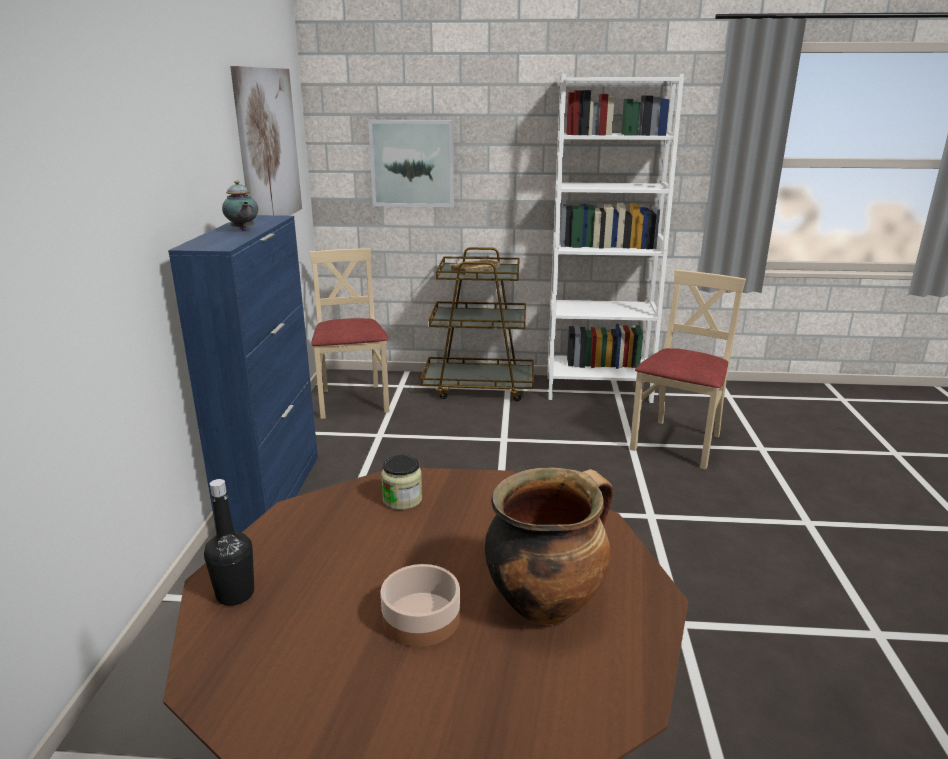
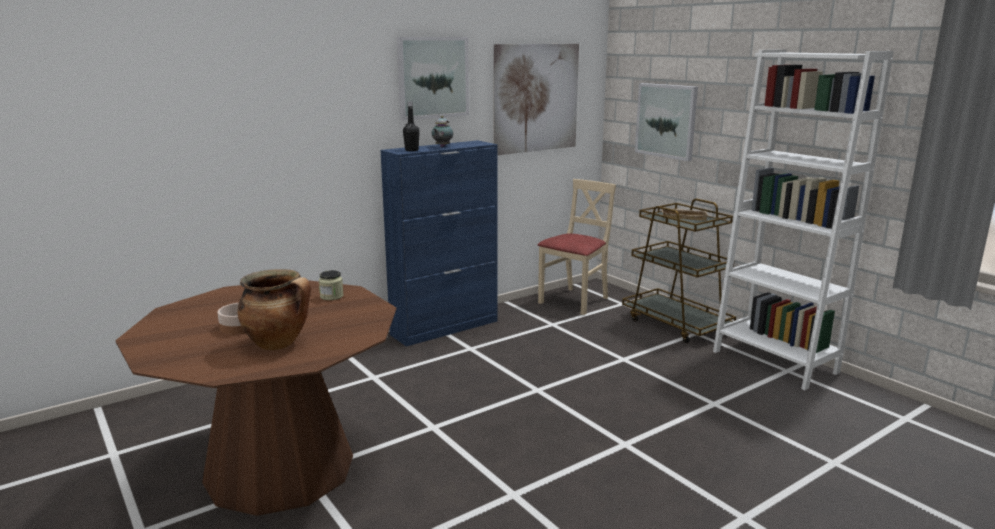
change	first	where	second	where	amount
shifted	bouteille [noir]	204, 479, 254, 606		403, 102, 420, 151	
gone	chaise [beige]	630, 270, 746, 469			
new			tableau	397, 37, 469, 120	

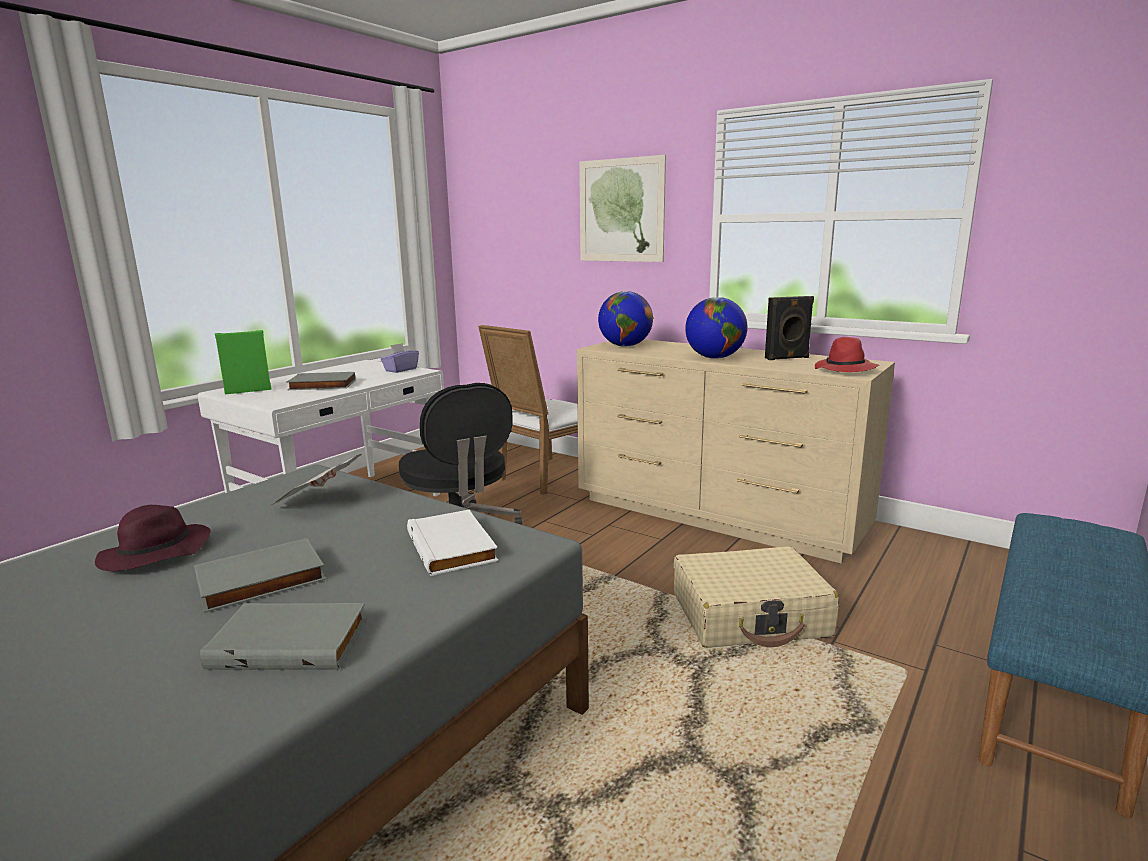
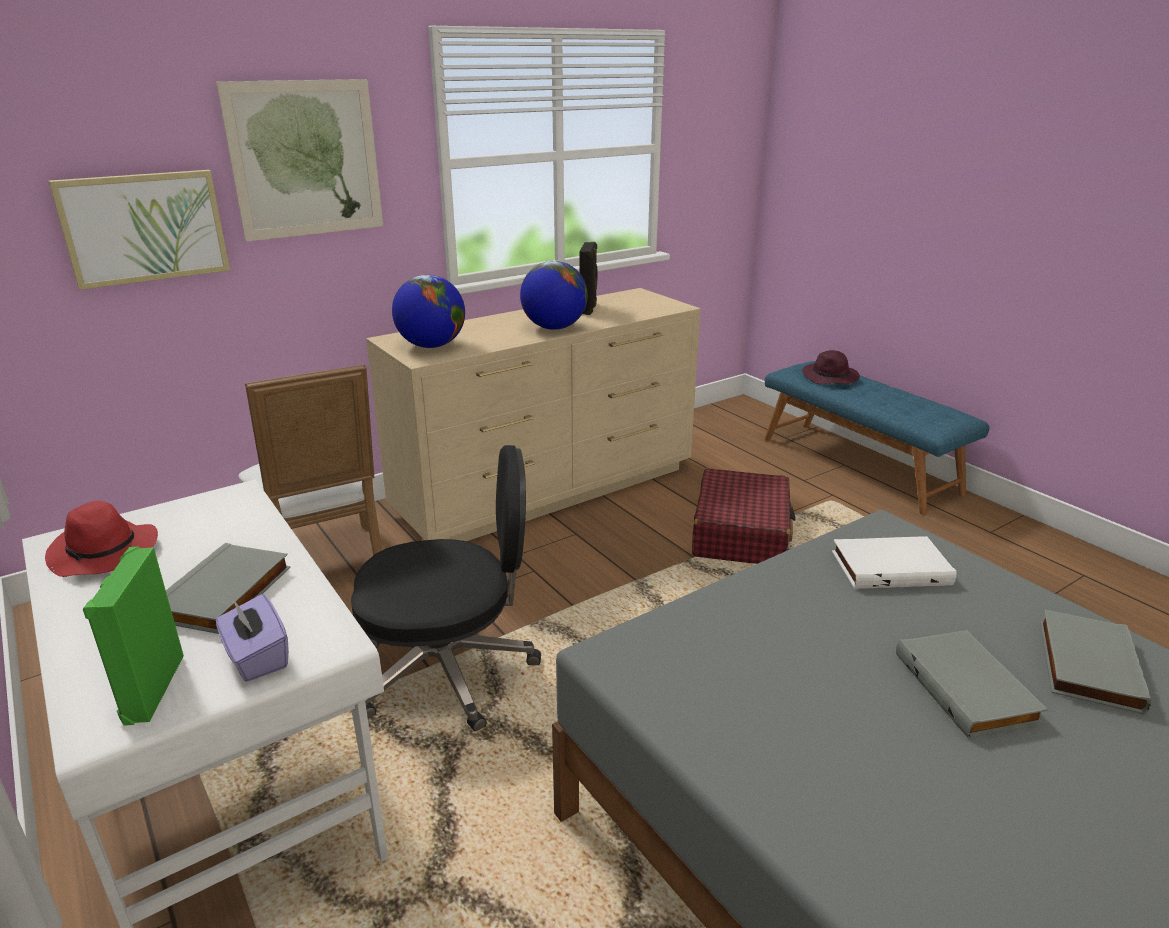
change	first	where	second	where	amount
shifted	chapeau [violet]	95, 505, 211, 571		802, 350, 860, 384	
gone	journal	271, 454, 362, 505			
shifted	boîte à mouchoirs [violet]	381, 343, 419, 373		216, 594, 289, 682	
repainted	valise [beige]	674, 546, 839, 648	valise [rouge]	692, 468, 795, 564	
shifted	chapeau [rouge]	815, 337, 879, 372		45, 501, 158, 577	
new			tableau	48, 170, 230, 290	

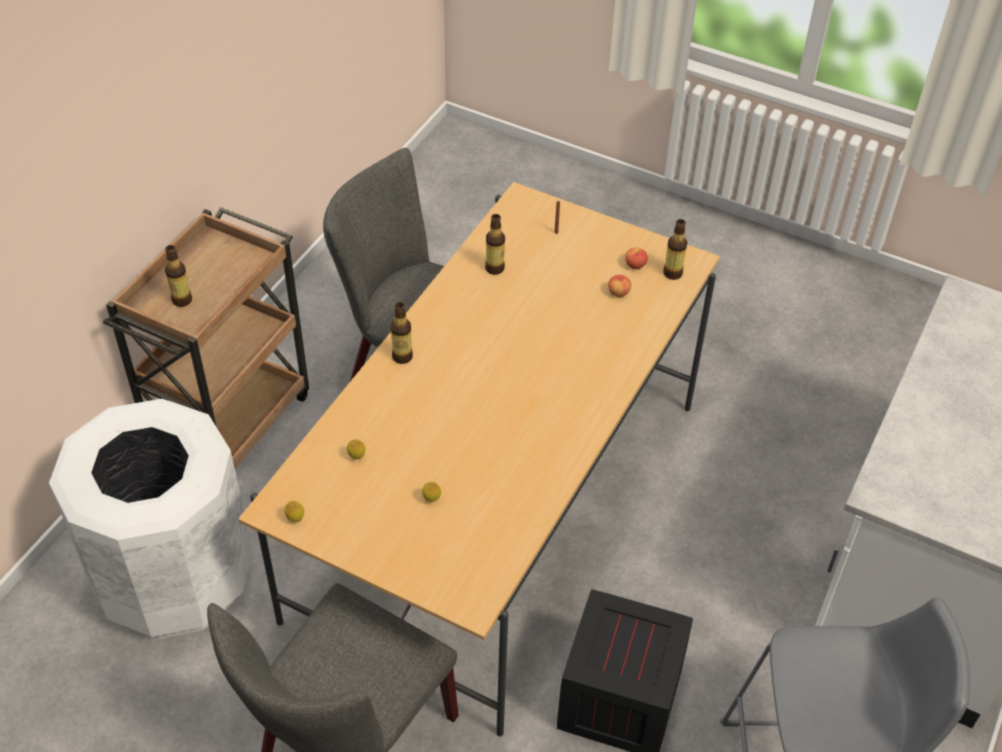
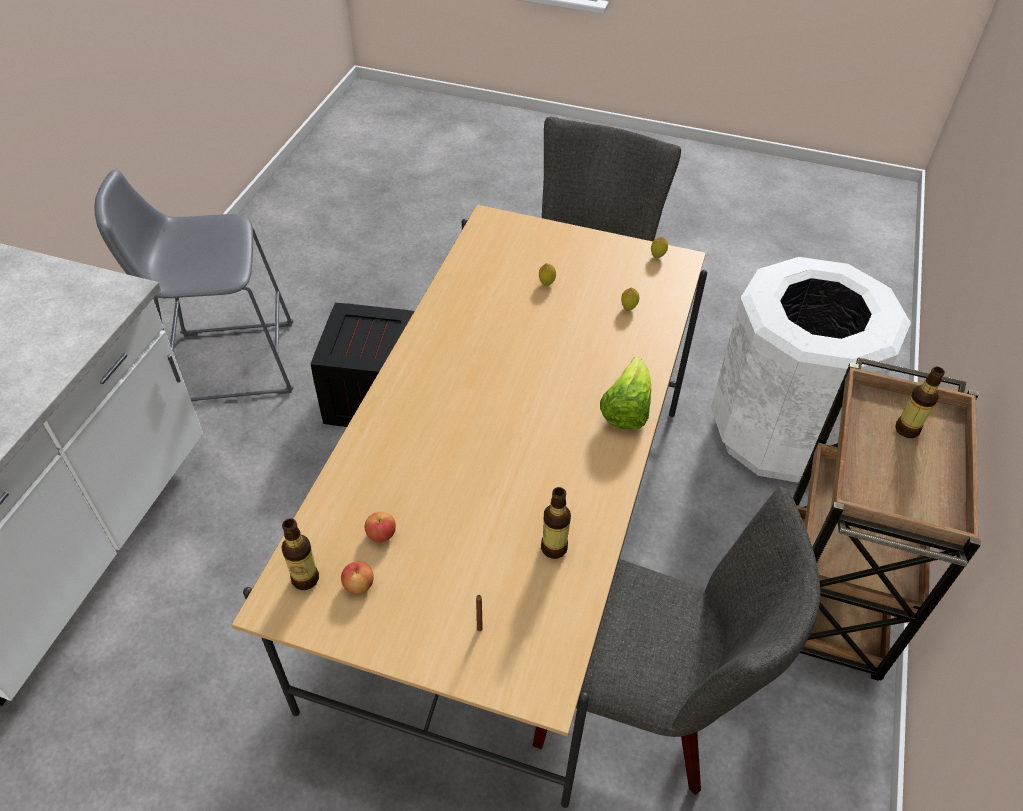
change	first	where	second	where	amount
swapped	bouteille	390, 302, 413, 364	laitue	600, 357, 651, 430	

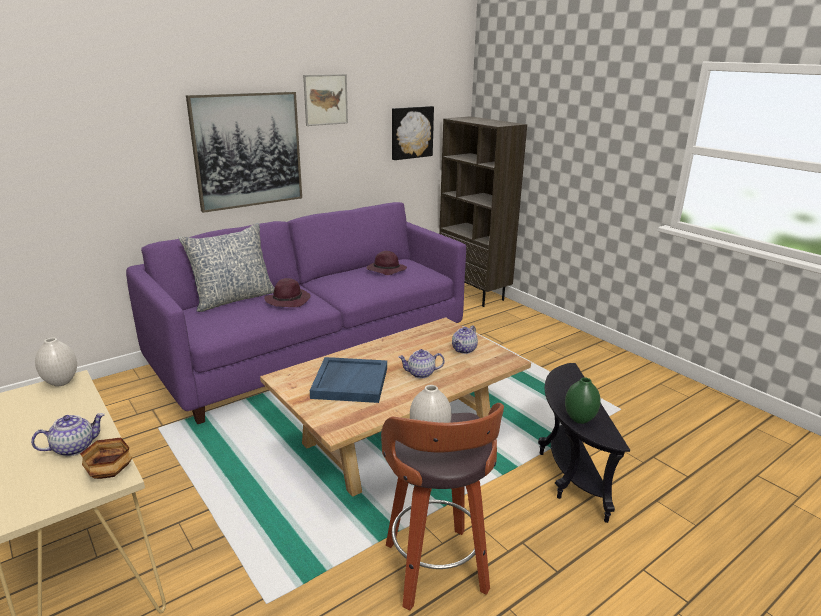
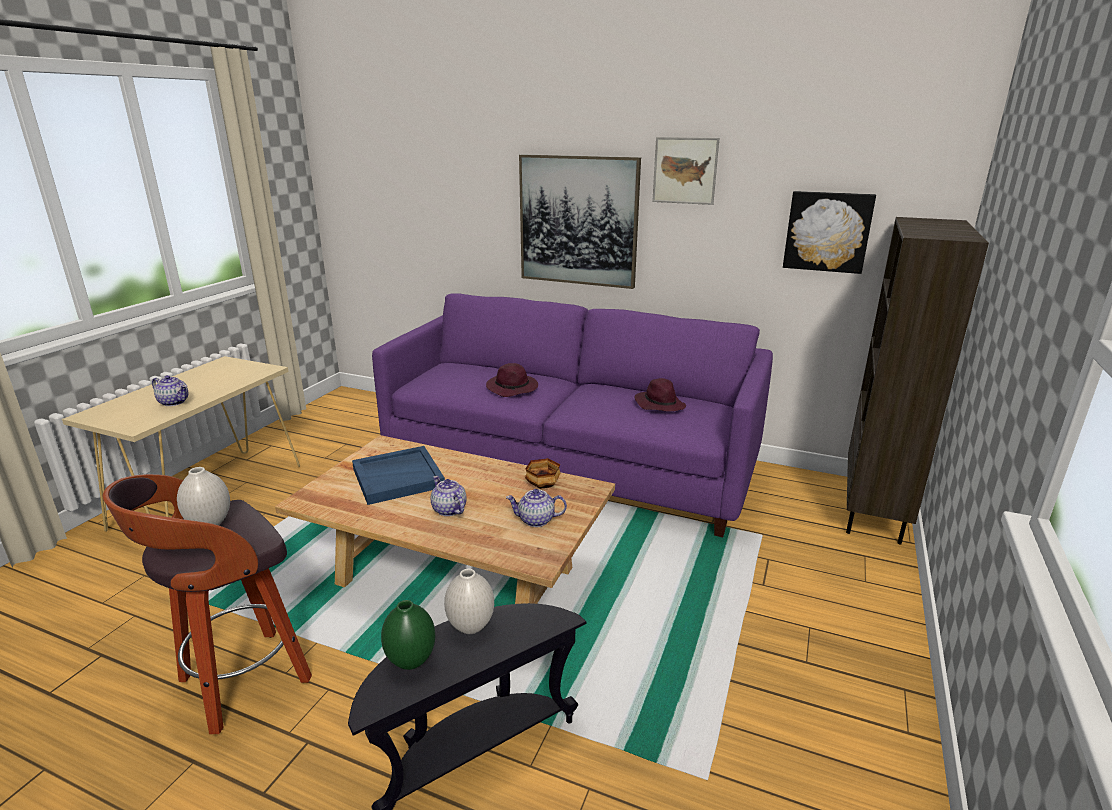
change	first	where	second	where	amount
shifted	vase [blanc]	35, 337, 77, 387		444, 569, 494, 634	
shifted	bol	80, 437, 132, 479		525, 458, 561, 489	
gone	coussin	178, 223, 275, 312			

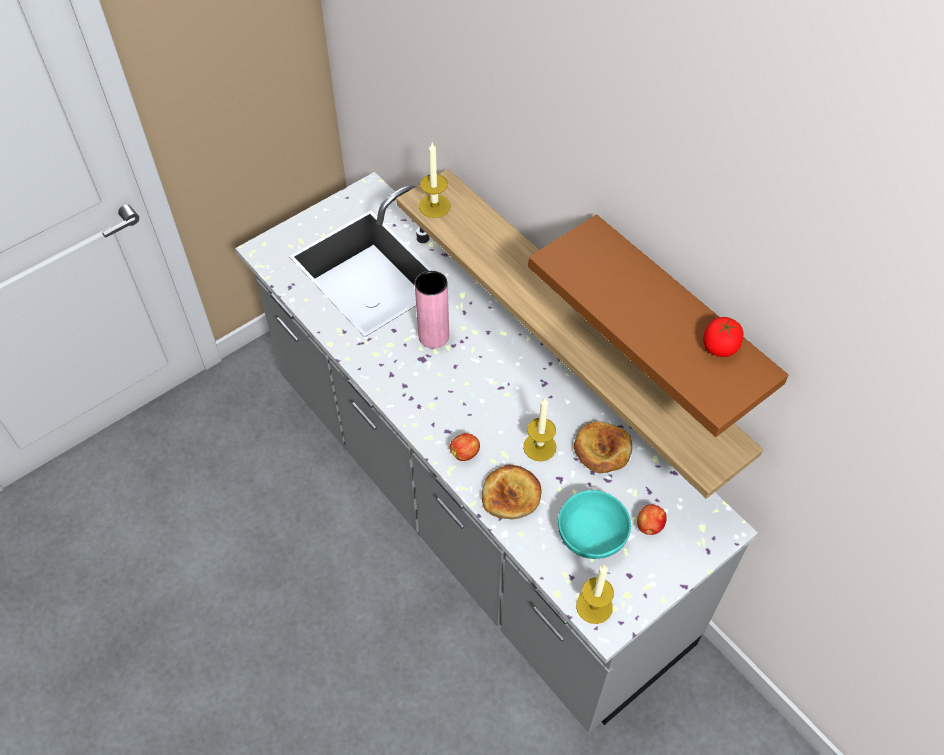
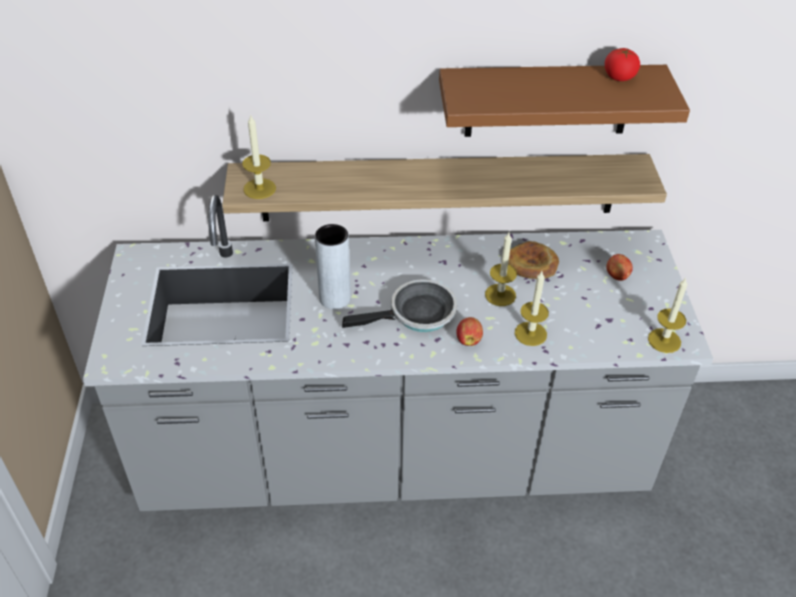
change	first	where	second	where	amount
repainted	vase [rose]	415, 271, 449, 348	vase [gris]	315, 224, 351, 309	
swapped	pain	482, 465, 542, 519	bougie	515, 271, 549, 346	
gone	bol [turquoise]	558, 490, 631, 559			
new			poêle	342, 279, 457, 332	

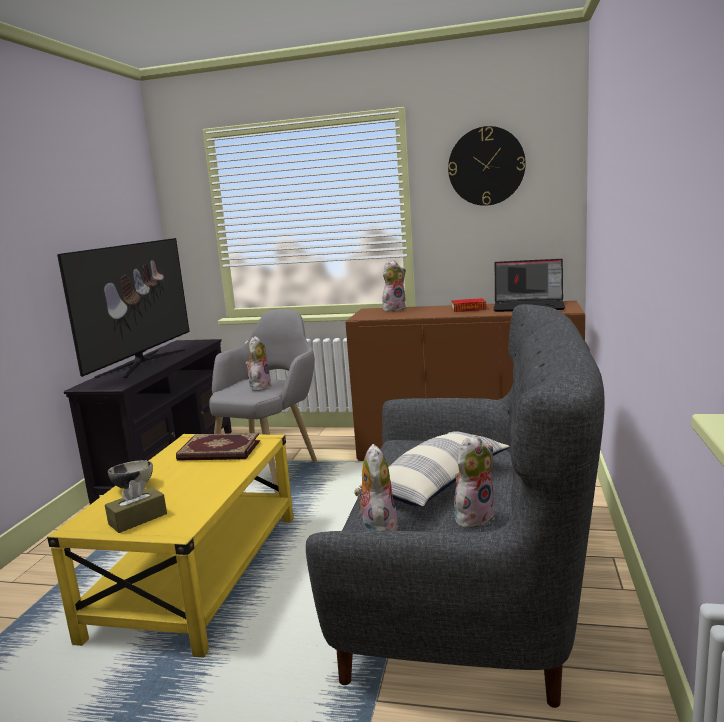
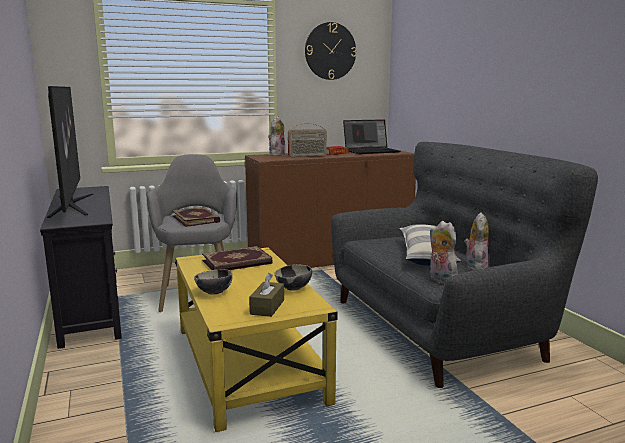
change	first	where	second	where	amount
swapped	peluche	245, 336, 271, 391	livre	172, 207, 220, 227	
new			bol	275, 264, 312, 291	
new			radio	287, 123, 327, 157	

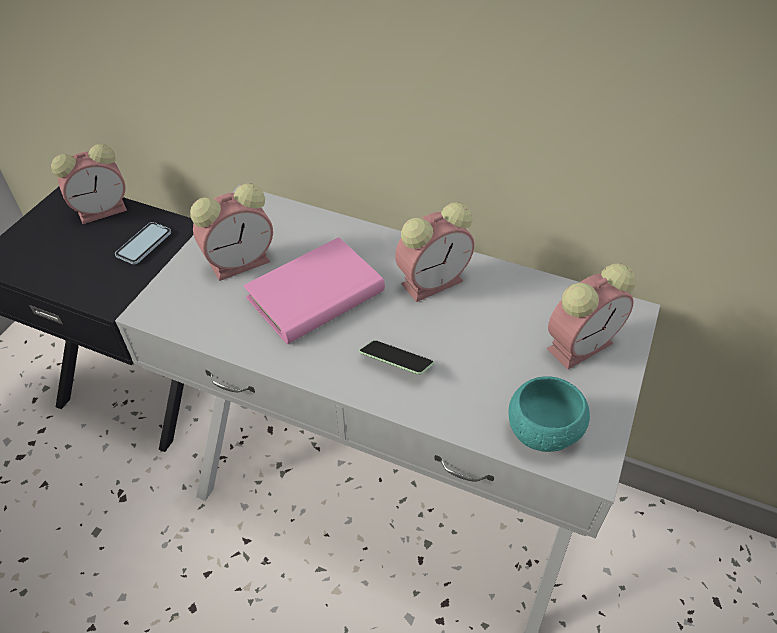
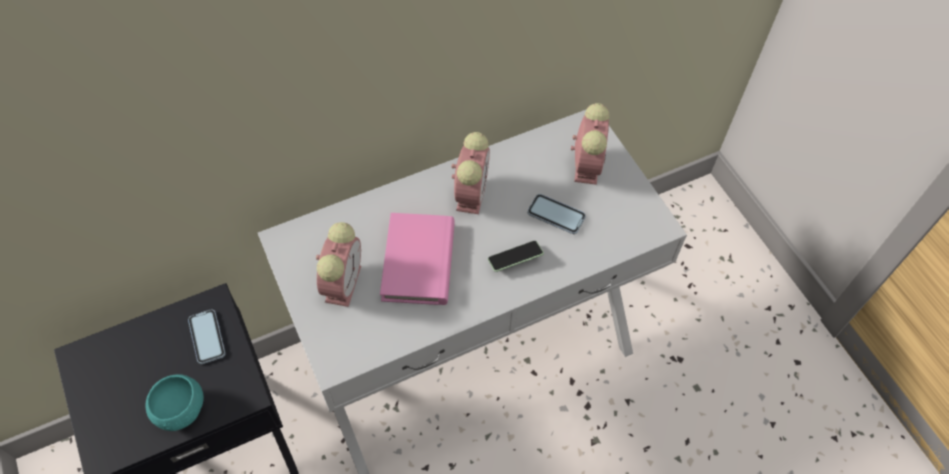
change	first	where	second	where	amount
gone	réveil	51, 144, 127, 224			
shifted	bol [turquoise]	508, 376, 590, 452		146, 374, 204, 431	
new			téléphone	528, 194, 586, 234	

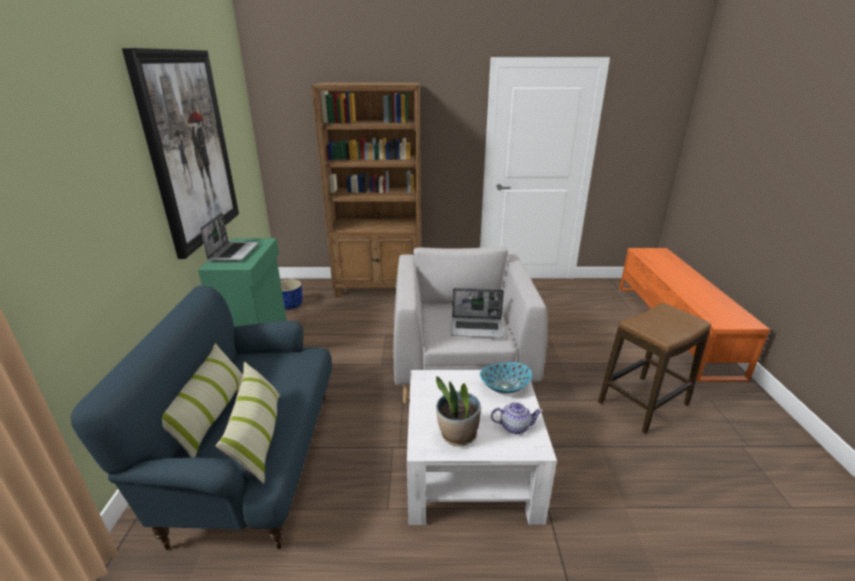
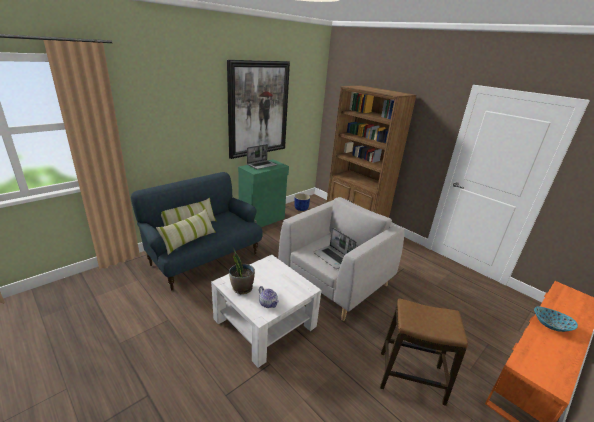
change	first	where	second	where	amount
shifted	bol	480, 362, 532, 394		534, 306, 578, 332	

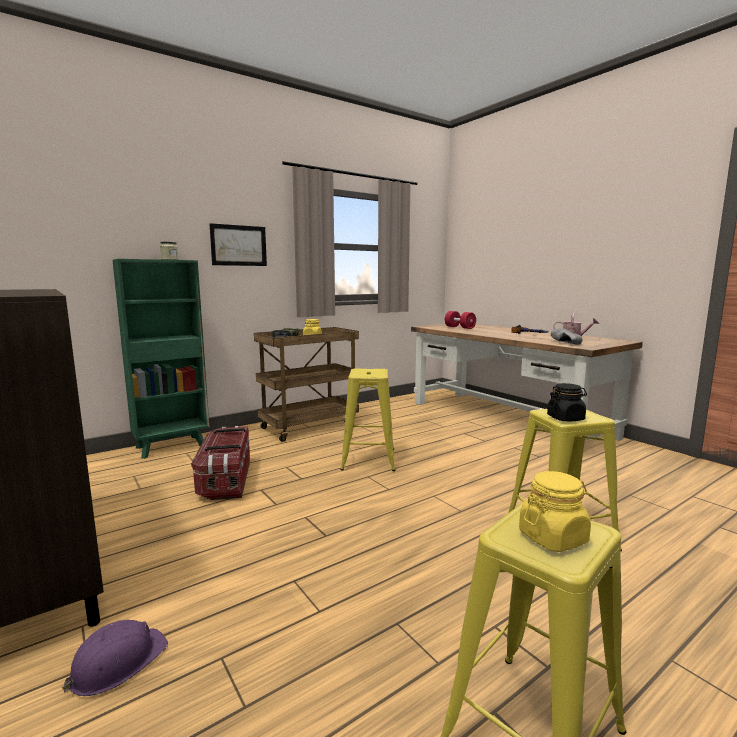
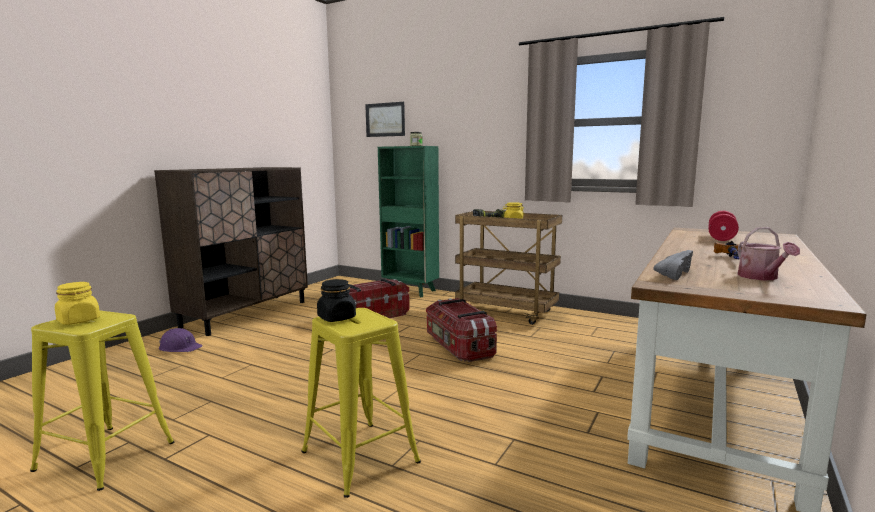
change	first	where	second	where	amount
shifted	tableau	209, 223, 267, 266		365, 102, 405, 137	
swapped	tabouret [jaune]	340, 369, 395, 471	boîte de rangement	426, 298, 497, 362	

